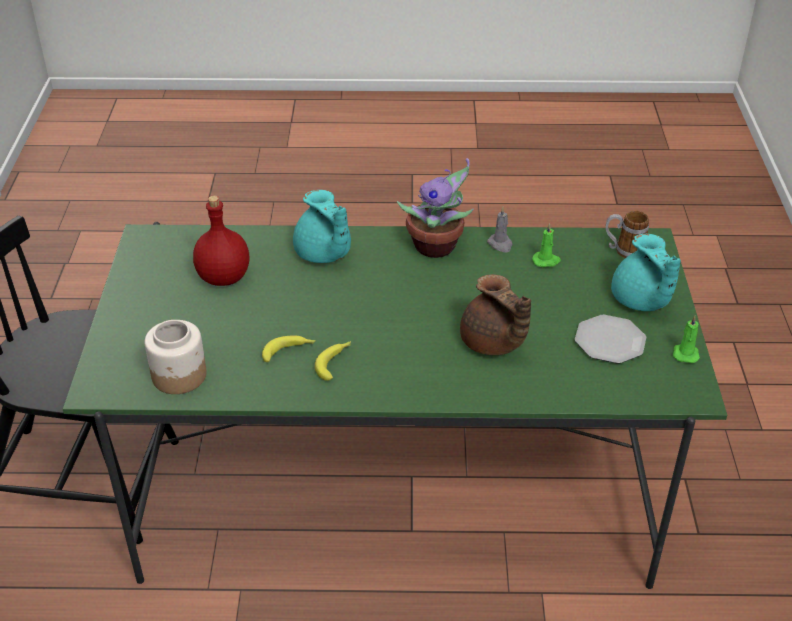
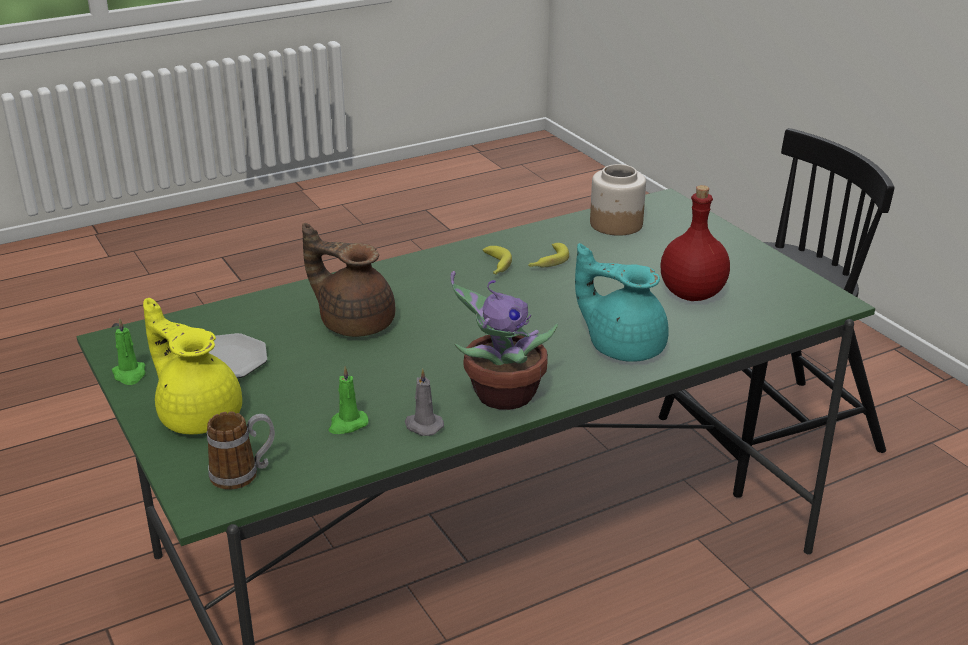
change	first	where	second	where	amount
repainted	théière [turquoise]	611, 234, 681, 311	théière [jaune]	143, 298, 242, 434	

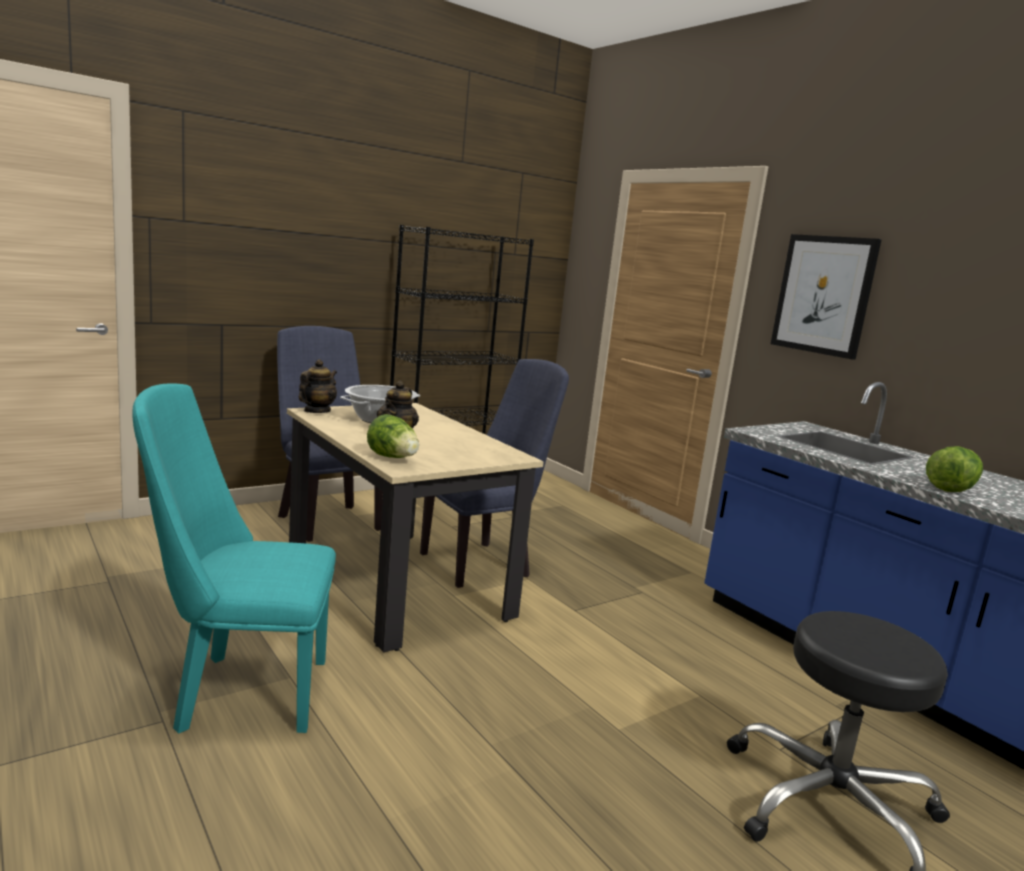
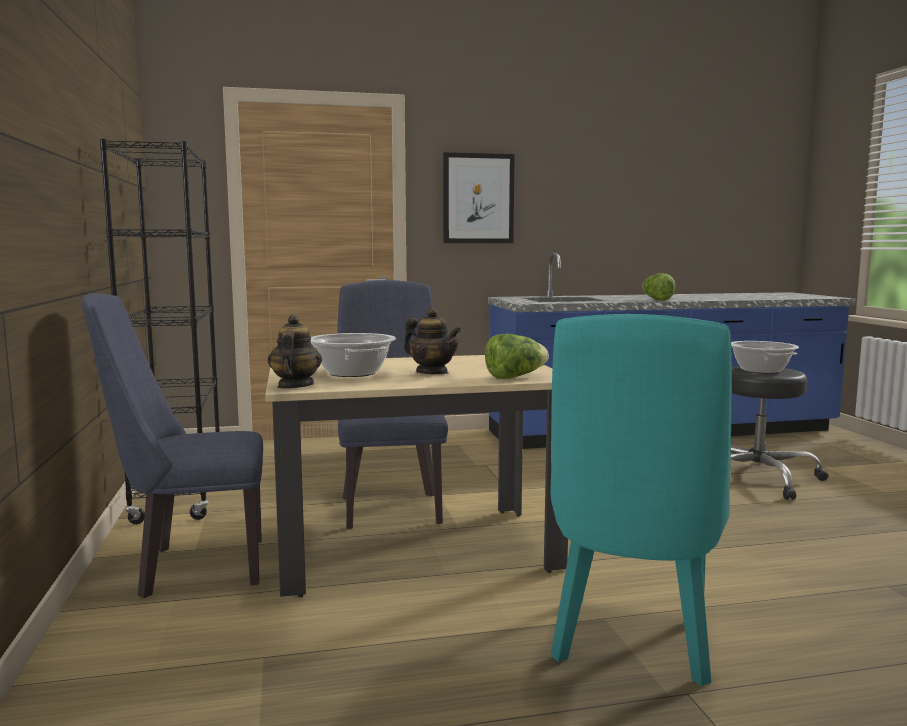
change	first	where	second	where	amount
rotated	théière	299, 359, 337, 413		268, 314, 322, 388	45 degrees clockwise
new			marmite	731, 341, 799, 374	

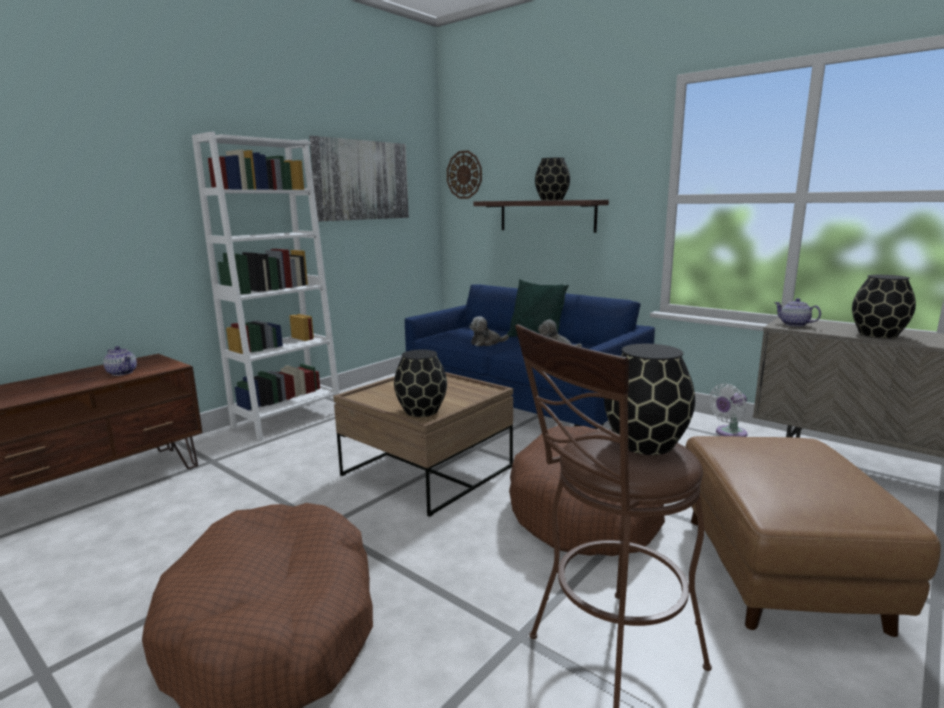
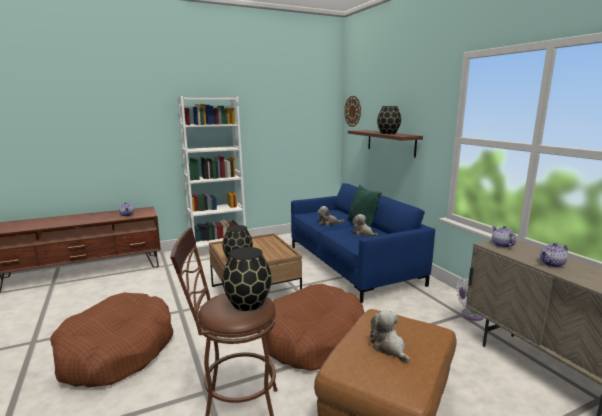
change	first	where	second	where	amount
gone	tableau	309, 136, 409, 221			
swapped	vase [noir]	852, 275, 916, 338	théière	540, 243, 568, 267	
new			peluche	370, 311, 410, 363	

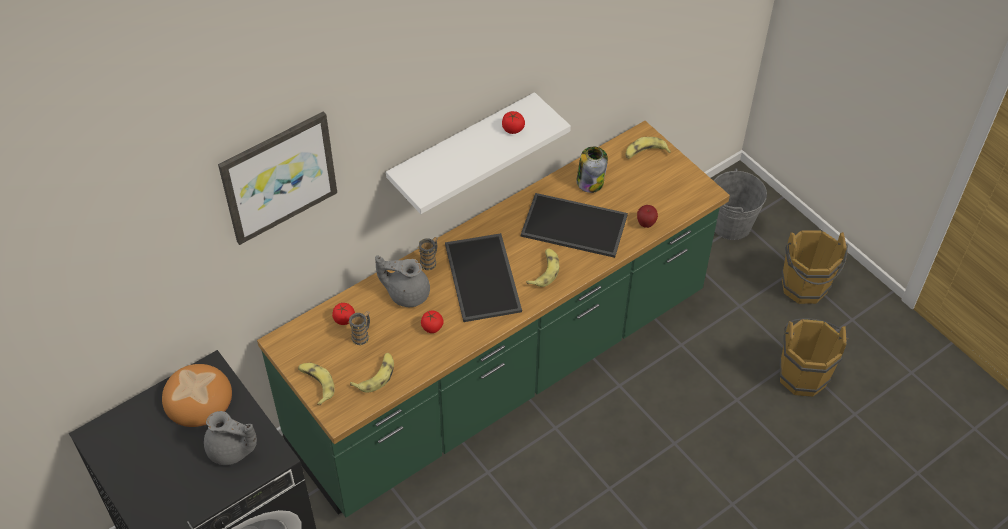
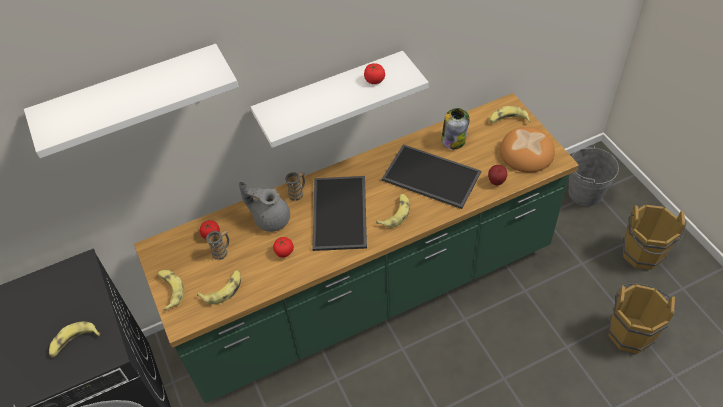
change	first	where	second	where	amount
shifted	pain	162, 364, 232, 427		500, 127, 555, 173	
swapped	théière [gris]	204, 411, 257, 465	banane	49, 322, 101, 357	
swapped	tableau	218, 111, 337, 245	étagère [blanc]	24, 44, 239, 158	

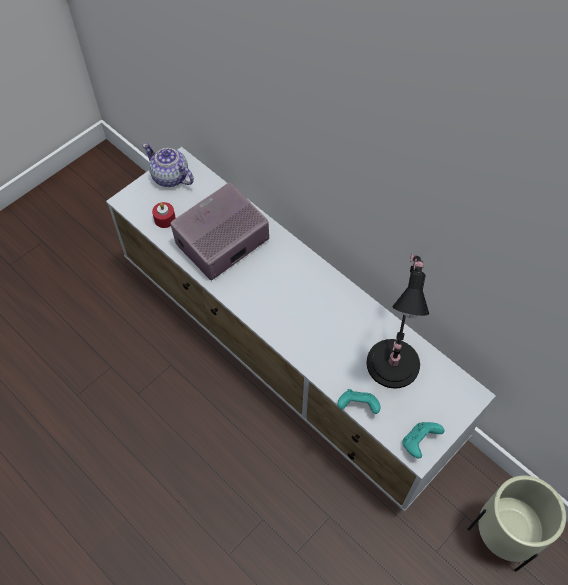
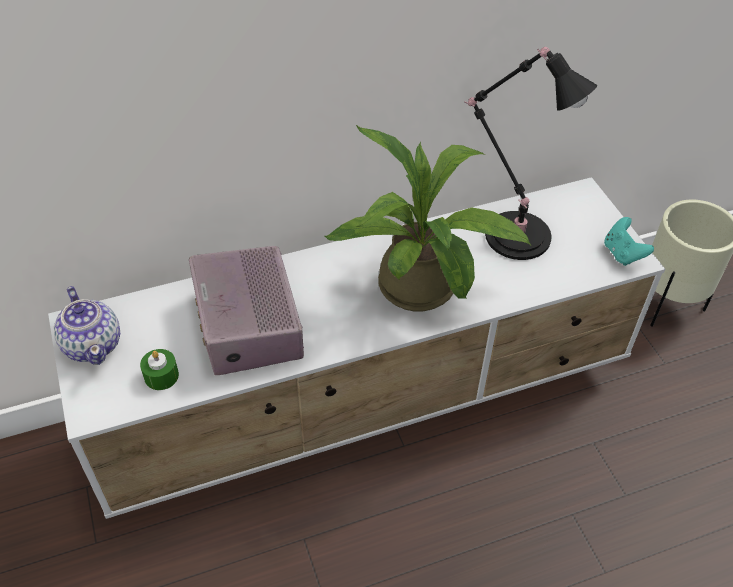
change	first	where	second	where	amount
rotated	théière	142, 143, 194, 187		54, 286, 120, 365	90 degrees counterclockwise
repainted	bougie [rouge]	152, 202, 176, 228	bougie [vert]	140, 349, 179, 390	
gone	manette [turquoise]	338, 389, 380, 414			
new			plante en pot	325, 125, 531, 311	

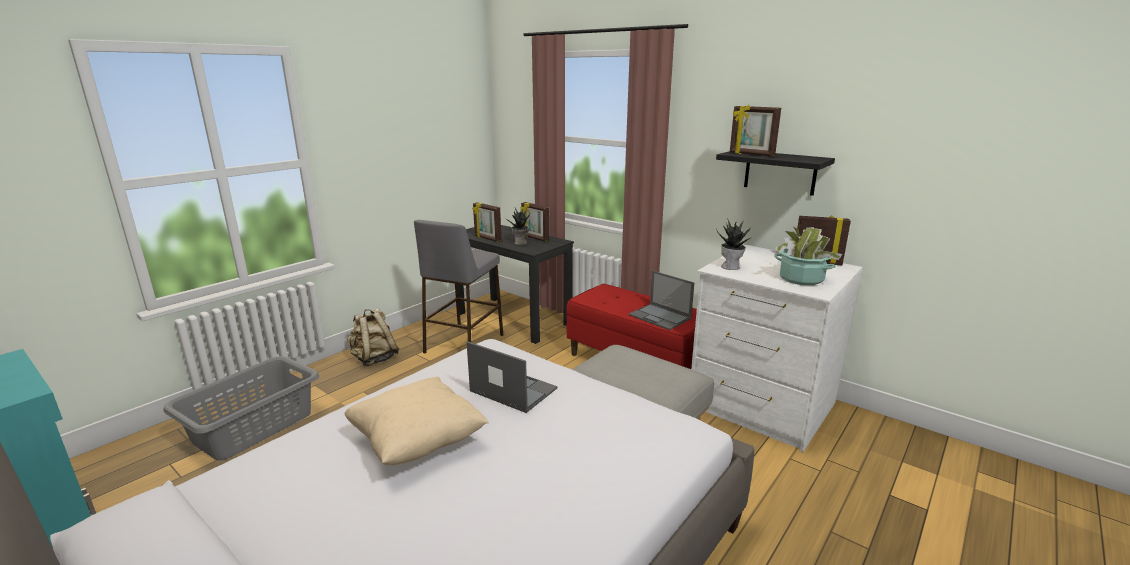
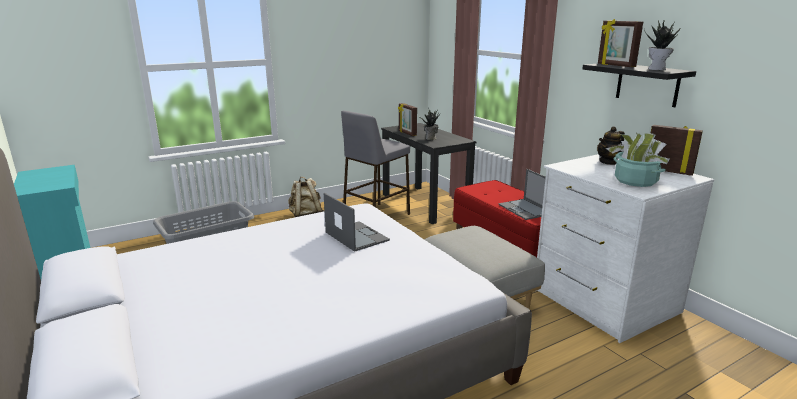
change	first	where	second	where	amount
gone	coussin [beige]	344, 377, 489, 466			
gone	cadre photo	520, 202, 549, 241			
shifted	plante en pot	716, 218, 752, 270		644, 20, 681, 70	
new			théière	597, 126, 625, 165	

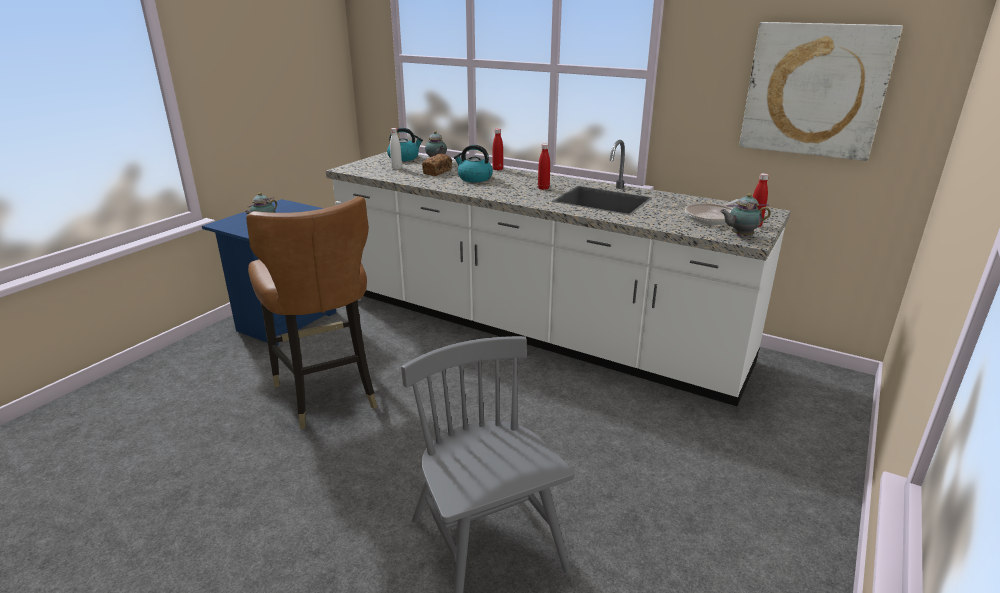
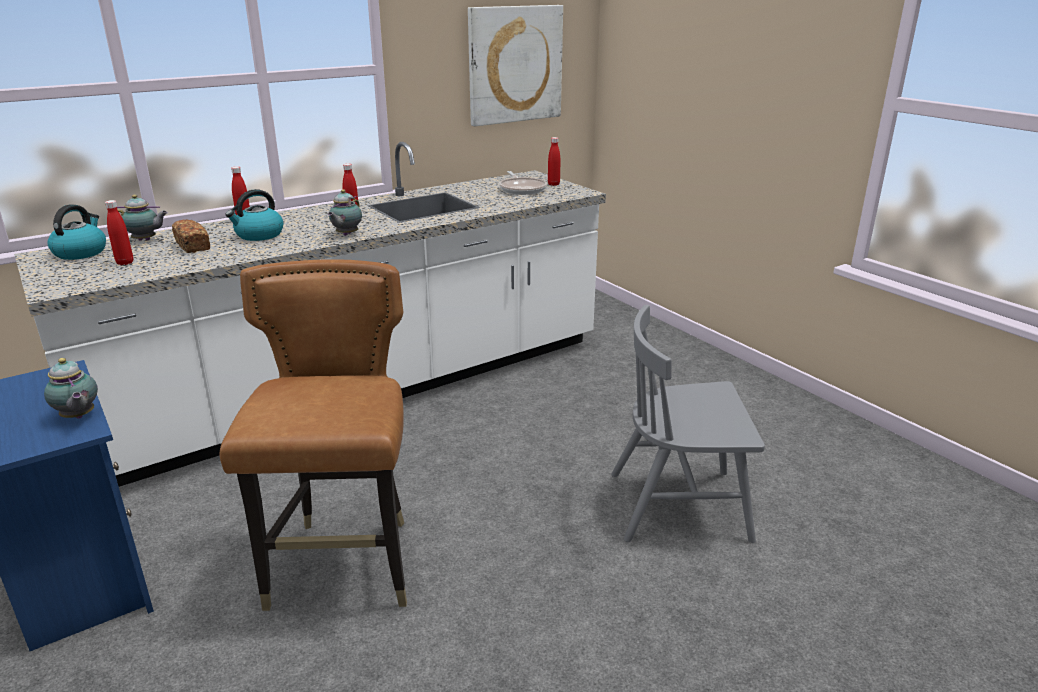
change	first	where	second	where	amount
rotated	chaise [marron]	246, 196, 377, 429		220, 259, 407, 611	90 degrees counterclockwise
repainted	bouteille [blanc]	390, 128, 402, 170	bouteille [rouge]	105, 200, 133, 265	
shifted	théière	720, 194, 771, 236		327, 189, 362, 236	

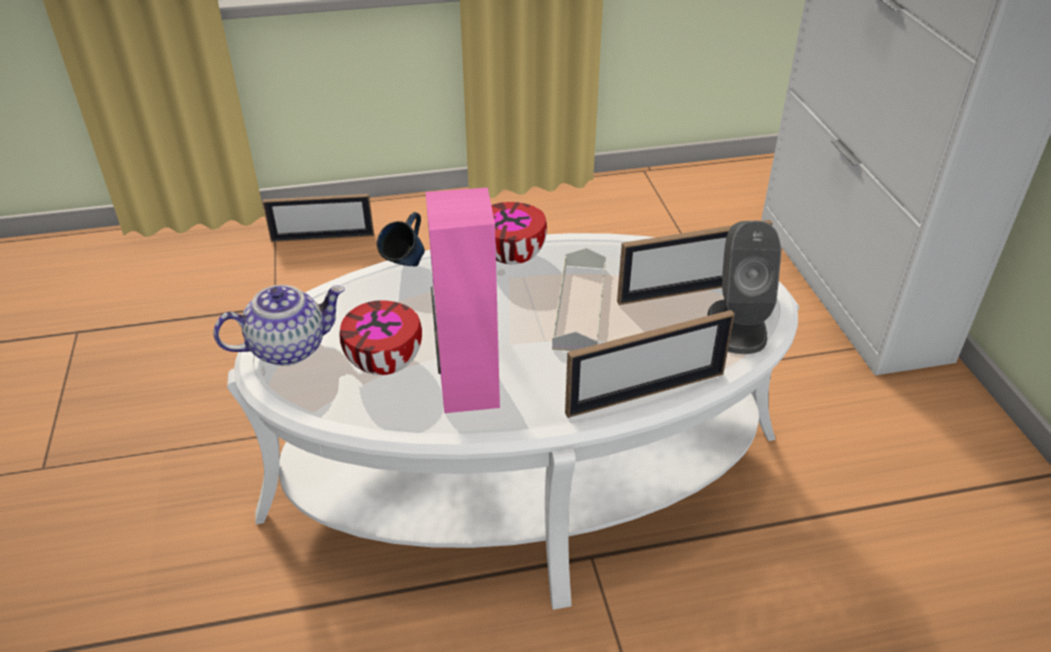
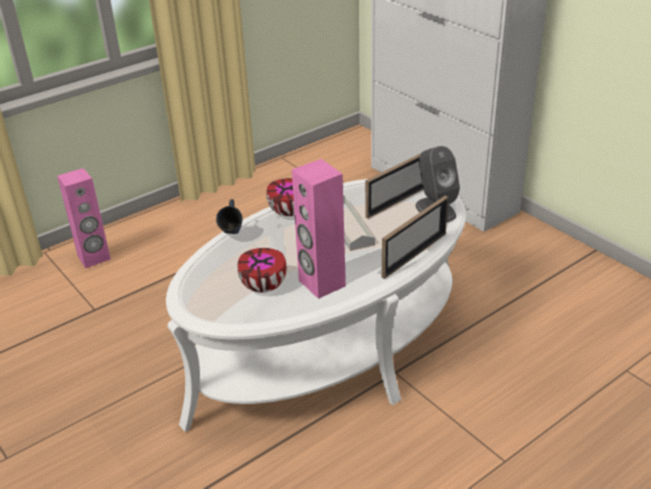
change	first	where	second	where	amount
gone	théière	214, 285, 345, 366			
swapped	cadre photo	262, 194, 374, 242	enceinte [rose]	57, 168, 111, 268	

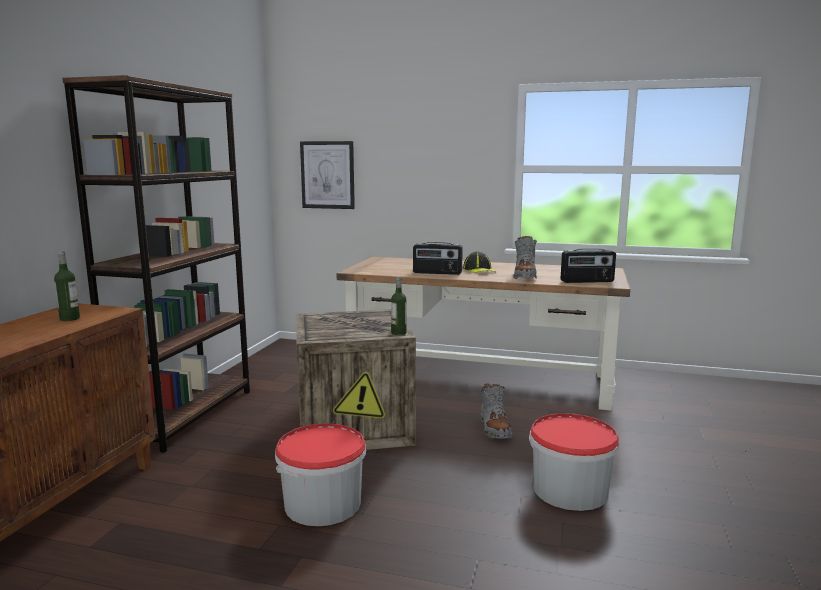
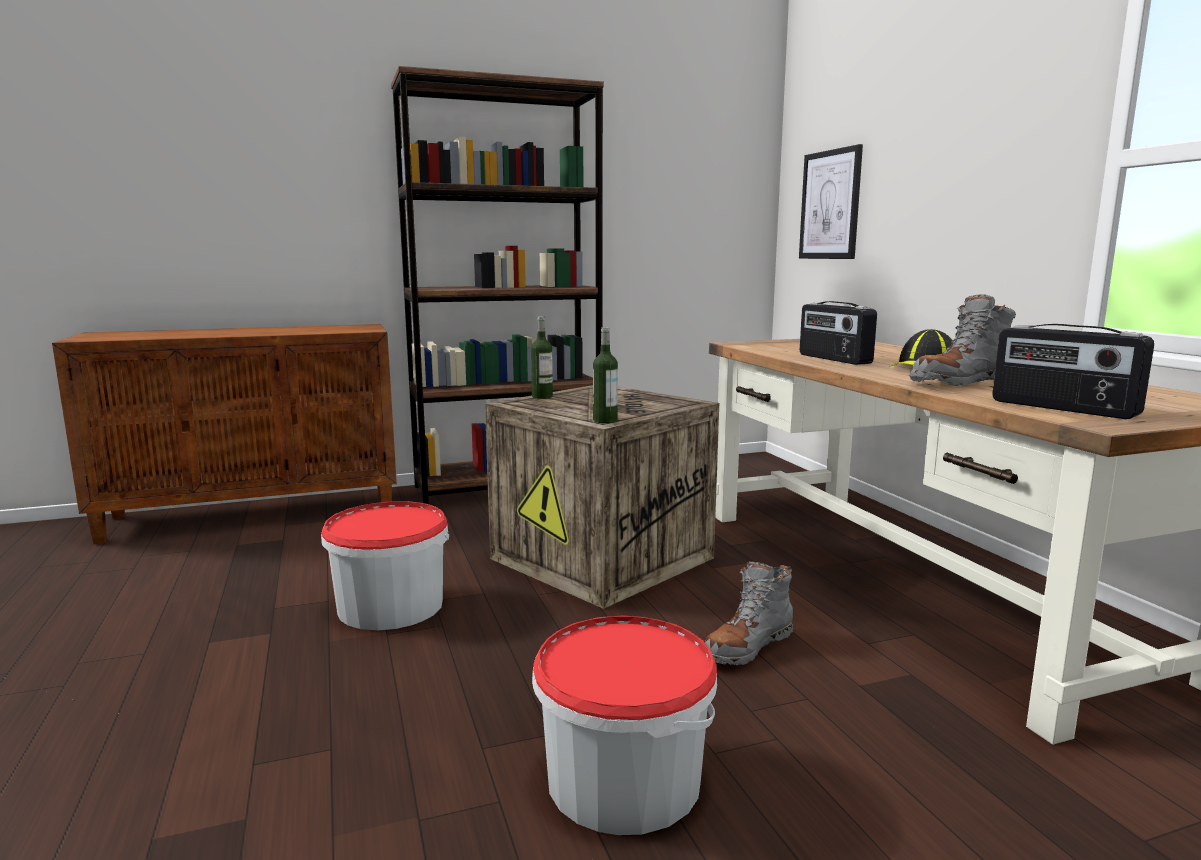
change	first	where	second	where	amount
shifted	bouteille	54, 251, 80, 321		531, 316, 553, 399	

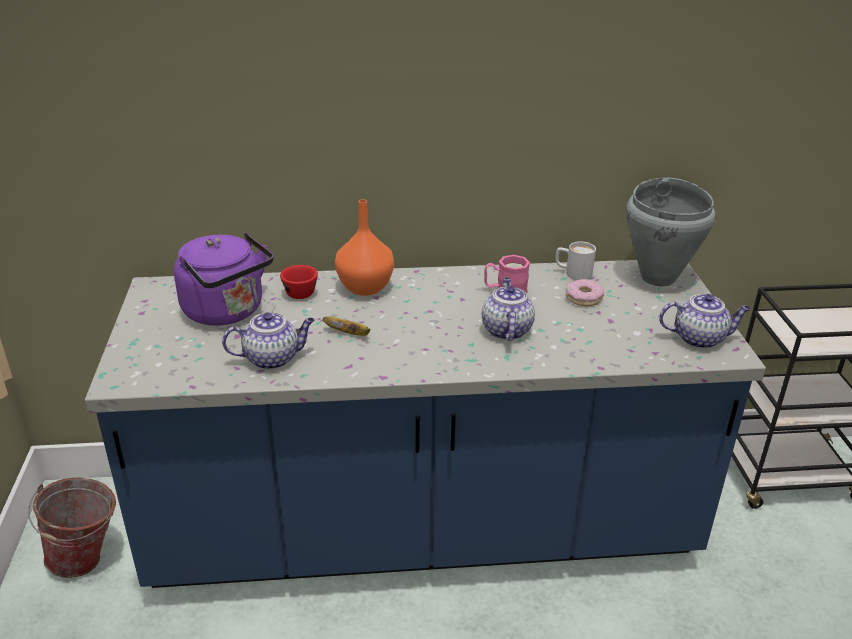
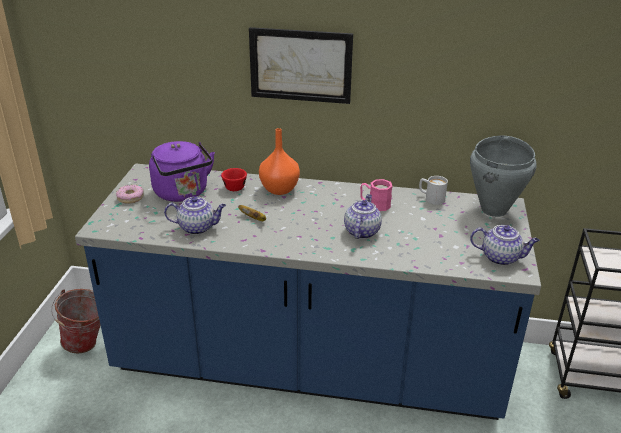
change	first	where	second	where	amount
shifted	beignet	565, 279, 604, 306		116, 185, 144, 204	
new			tableau	249, 27, 353, 104	

